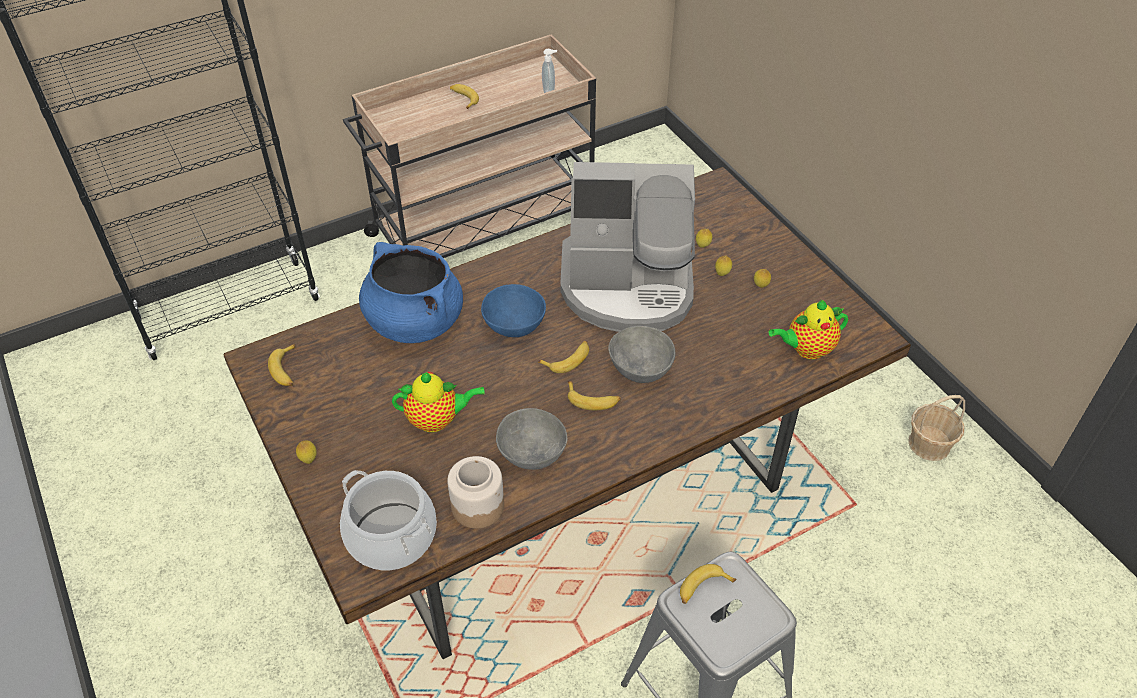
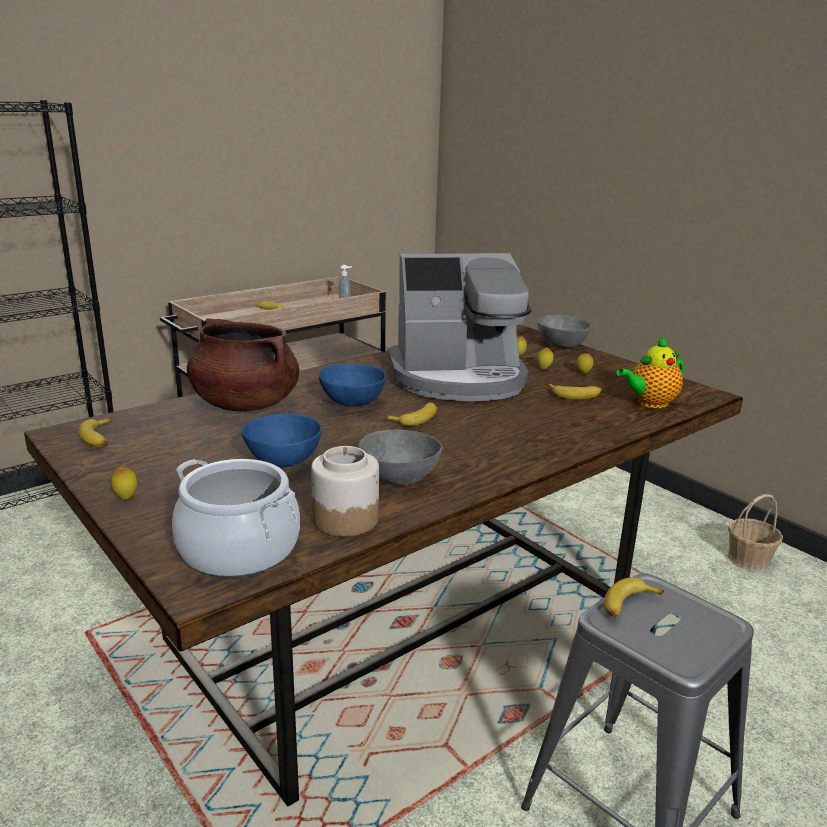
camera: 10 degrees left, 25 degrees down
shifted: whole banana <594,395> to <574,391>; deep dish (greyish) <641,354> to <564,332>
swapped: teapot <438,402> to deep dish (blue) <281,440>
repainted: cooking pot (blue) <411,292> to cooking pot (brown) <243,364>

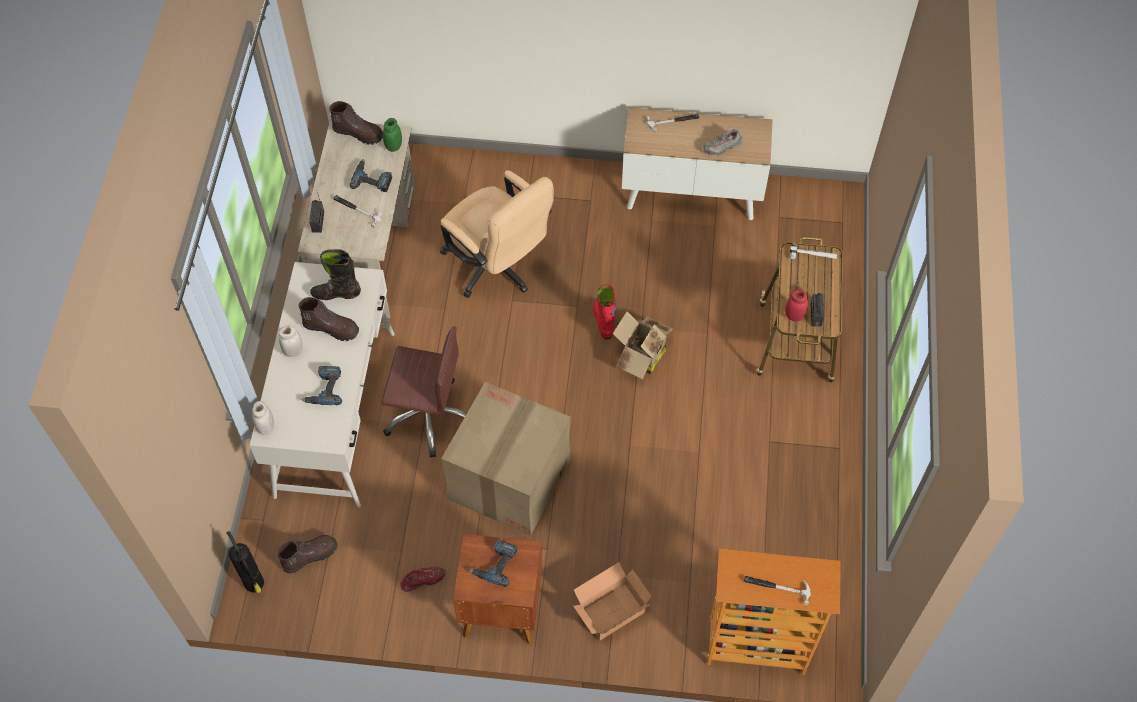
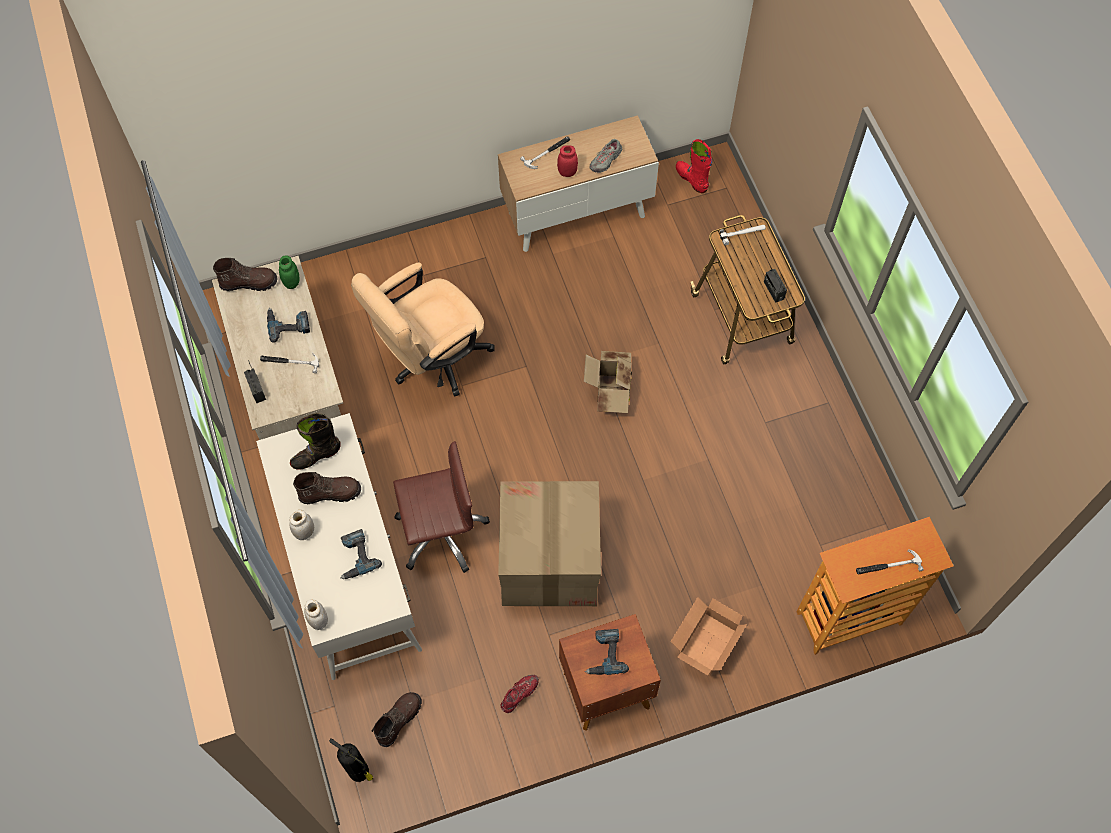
camera: 25 degrees left, 5 degrees up
shifted: tall boot (red-coloured) <604,312> to <694,166>; storage jar (red-coloured) <796,306> to <567,161>
rotated: desk chair (beige-coloured) <497,234> = <423,329> 120 degrees clockwise

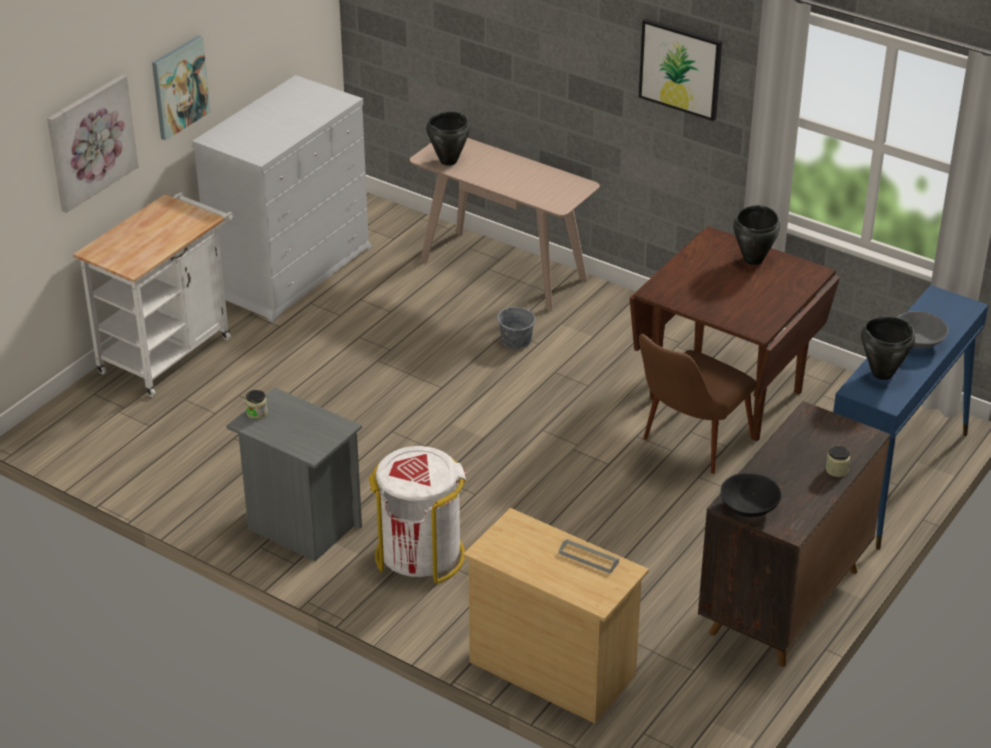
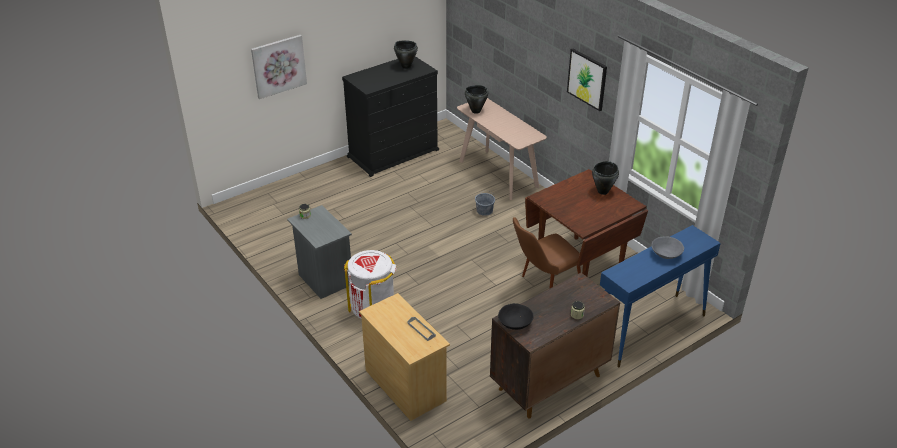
camera: 20 degrees right, 0 degrees up
gone: trolley (white-coloured) <153,294>; wall art <181,87>
shifted: cooking pot (blackish) <888,348> to <406,54>
repainted: drawer chest (white-coloured) <281,199> to drawer chest (blackish) <390,116>

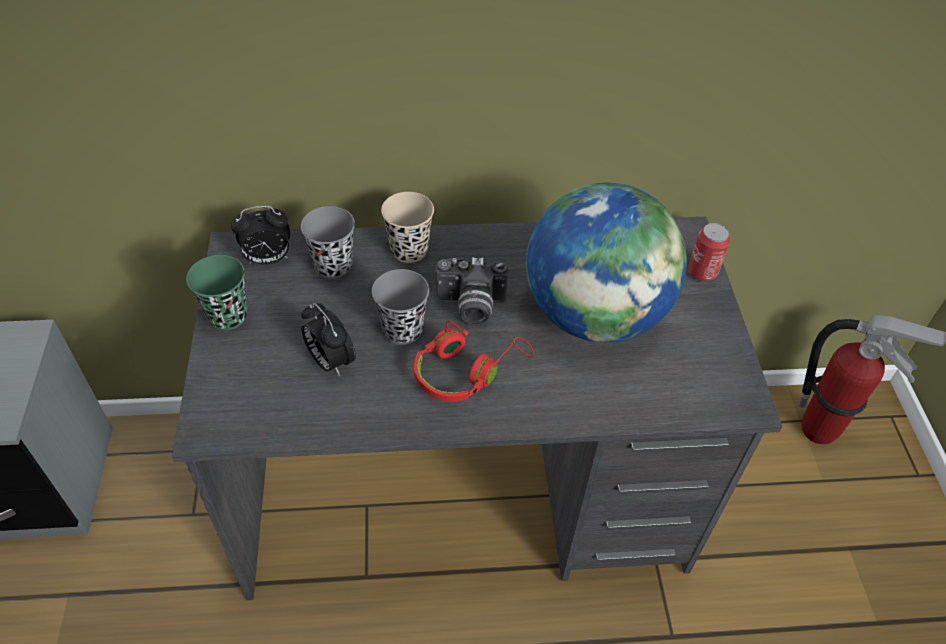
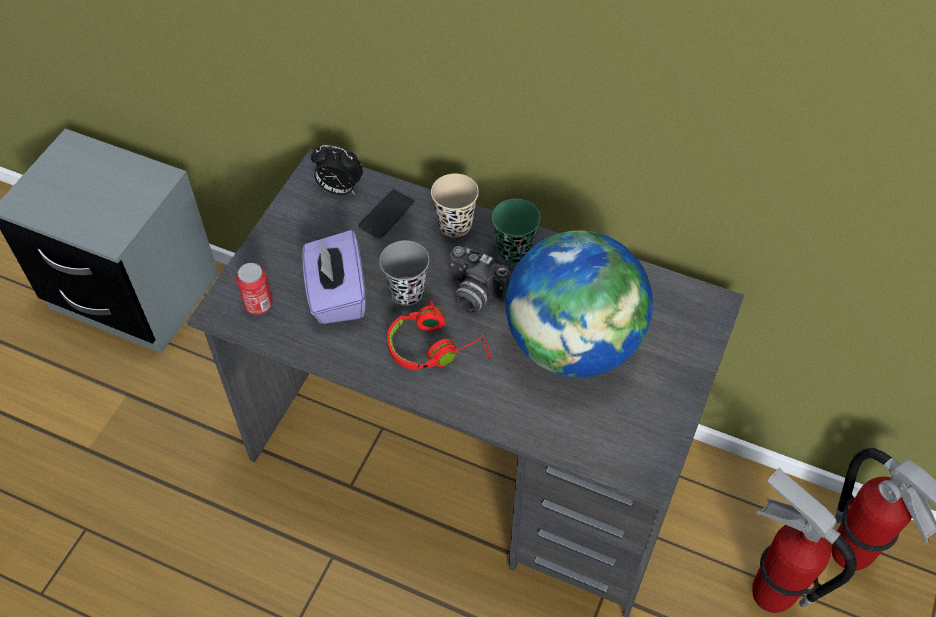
camera: 30 degrees right, 5 degrees up
new: fire-fighting cylinder <804,540>
shifted: cup (greenish) <216,292> to <516,231>; metal can <709,252> to <254,289>
swapped: cup (greyish) <328,242> to phone <386,214>; bedside clock <328,339> to tissue box (purple-coloured) <333,277>

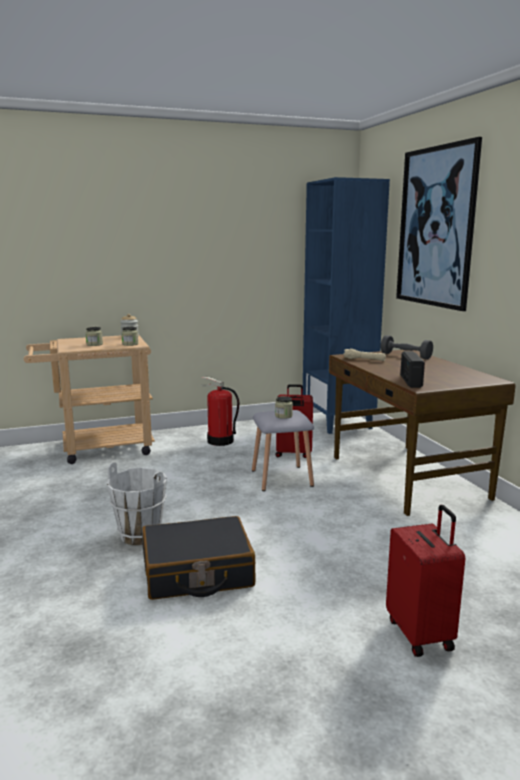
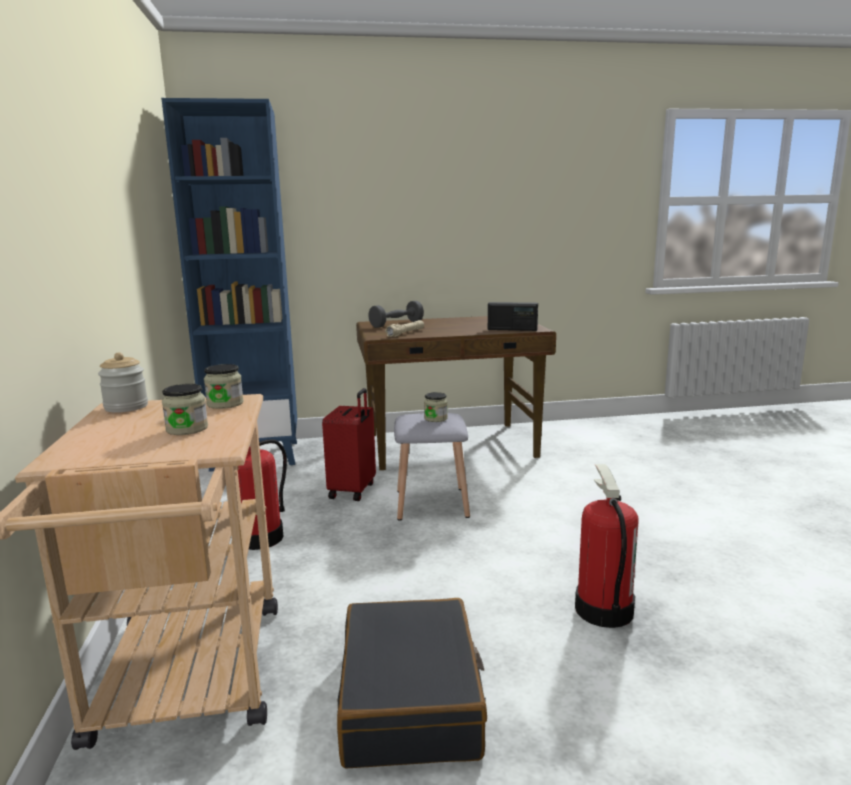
camera: 80 degrees left, 0 degrees up
gone: travel case (red-coloured) <425,581>; wall art <439,224>
shifted: travel case (blackish) <199,558> to <412,683>
swapped: water bucket (white-coloured) <137,503> to fire-fighting cylinder <607,546>

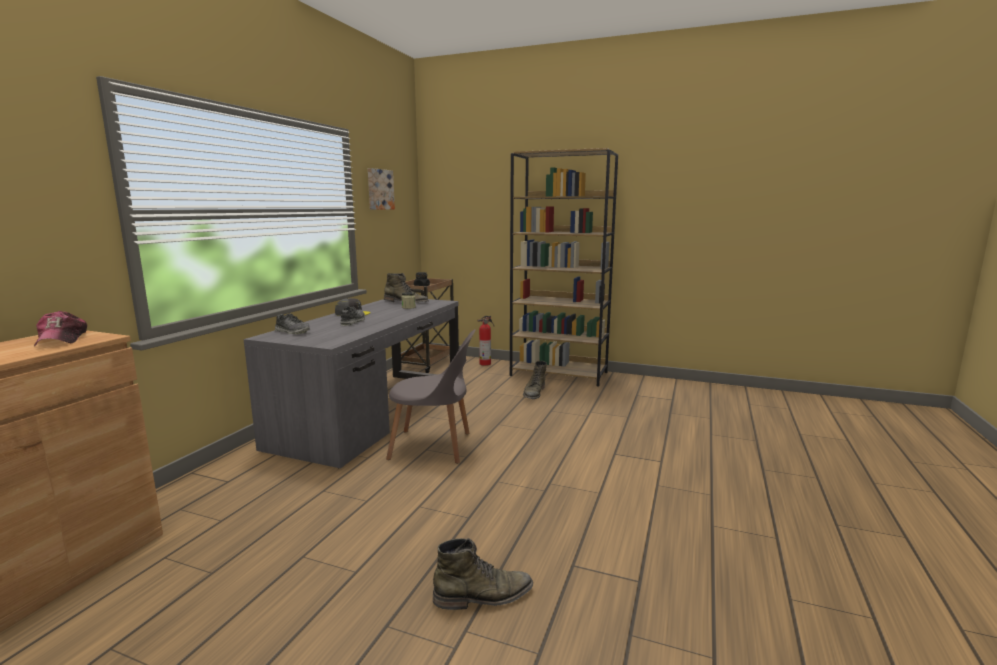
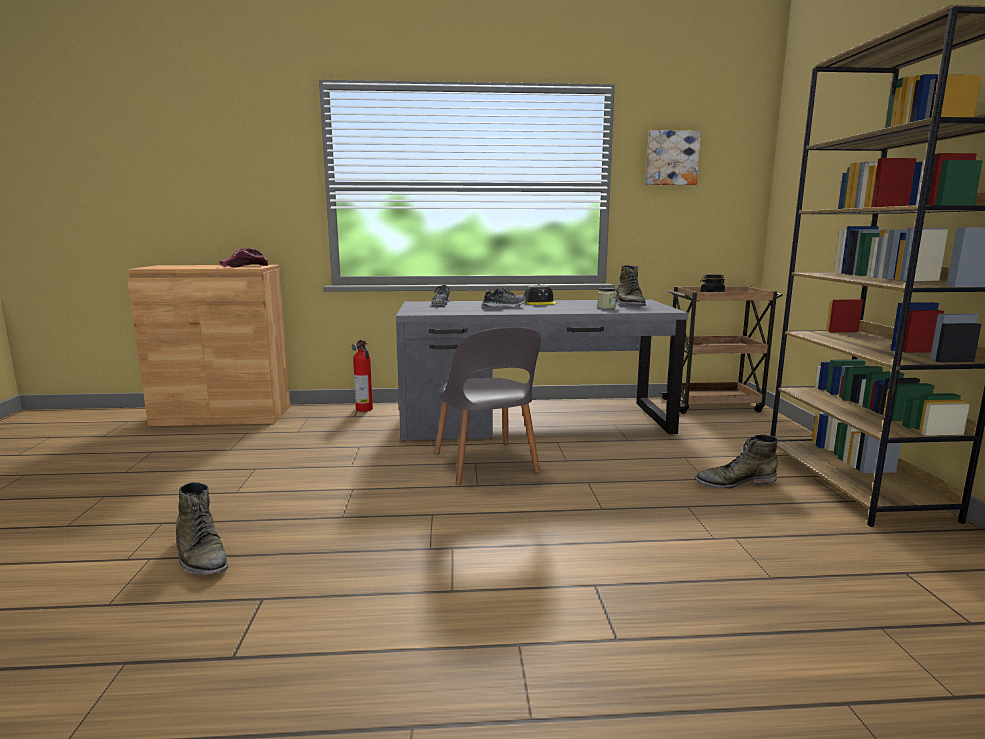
camera: 65 degrees right, 0 degrees up
shifted: fire-fighting cylinder <486,341> to <362,375>

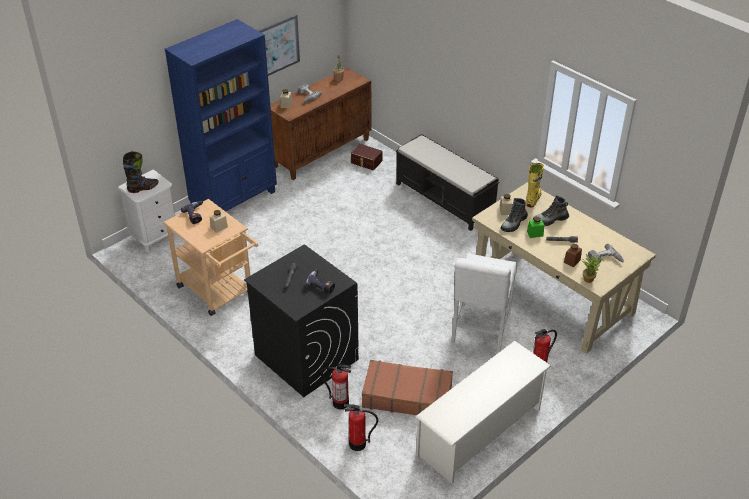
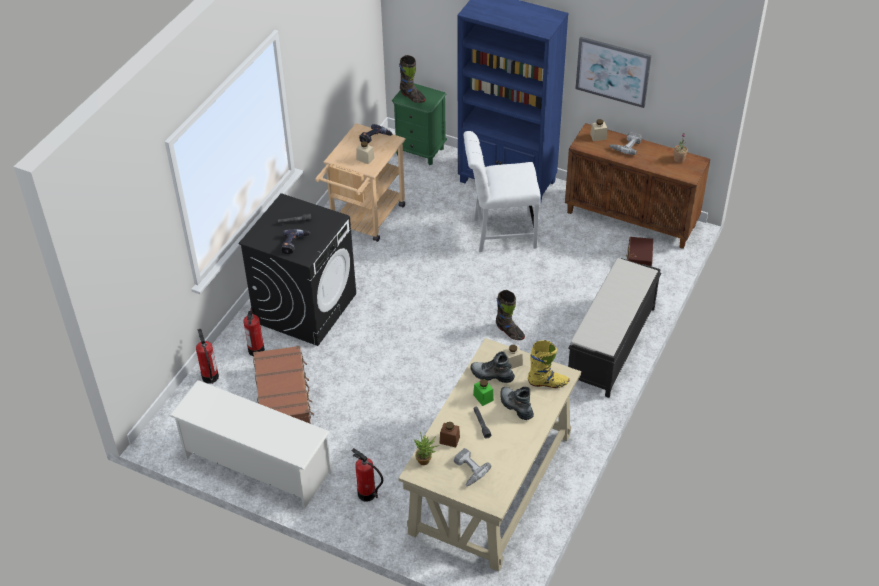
camera: 70 degrees right, 5 degrees up
new: tall boot (blackish) <510,315>
shifted: chair (white-coloured) <484,303> to <502,191>
repainted: nightstand (white-coloured) <148,211> to nightstand (greenish) <419,124>

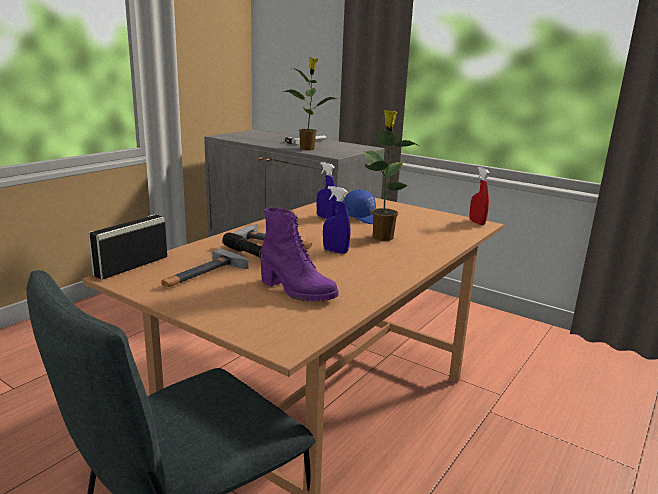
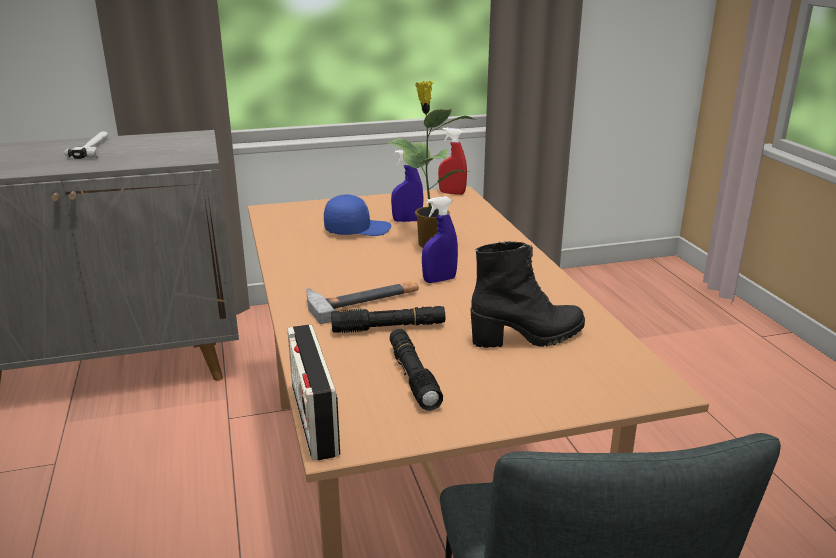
camera: 50 degrees left, 5 degrees up
gone: houseplant <309,103>
shifted: spray bottle (blue) <326,190> to <407,186>
swapped: tool hammer <205,268> to hand torch (blackish) <416,370>
repainted: tall boot (purple-coloured) <300,254> to tall boot (blackish) <528,294>

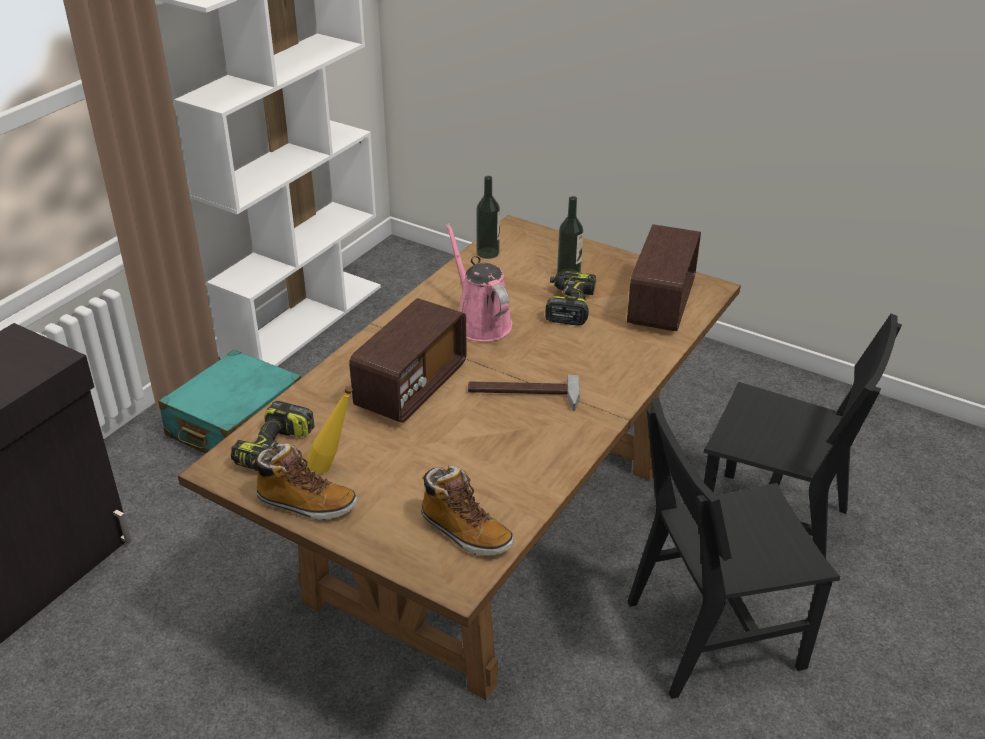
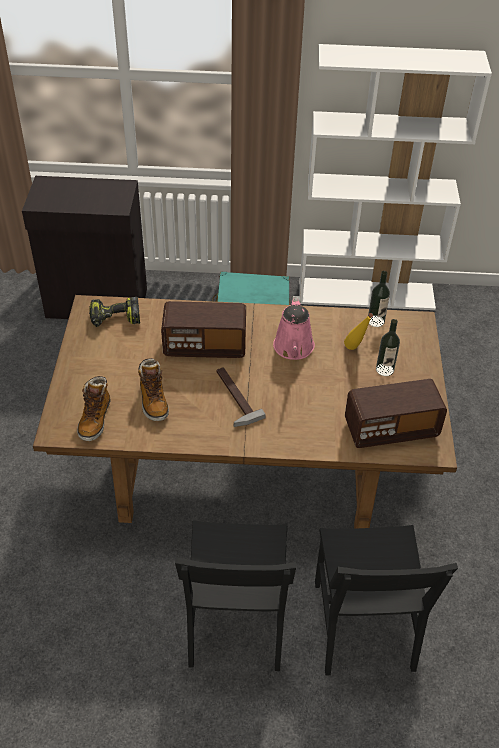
camera: 60 degrees right, 10 degrees up
gone: electric drill <570,298>
shifted: tall boot <305,481> to <153,389>; beverage bottle (yellowish) <329,429> to <358,331>
rotated: sprinkling can (pink) <479,282> = <294,328> 150 degrees clockwise; chair (blackish) <733,548> = <235,595> 135 degrees counterclockwise

